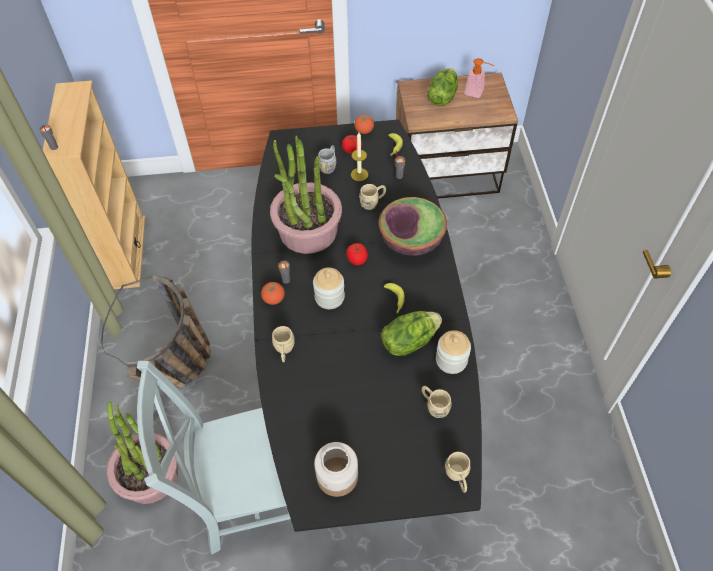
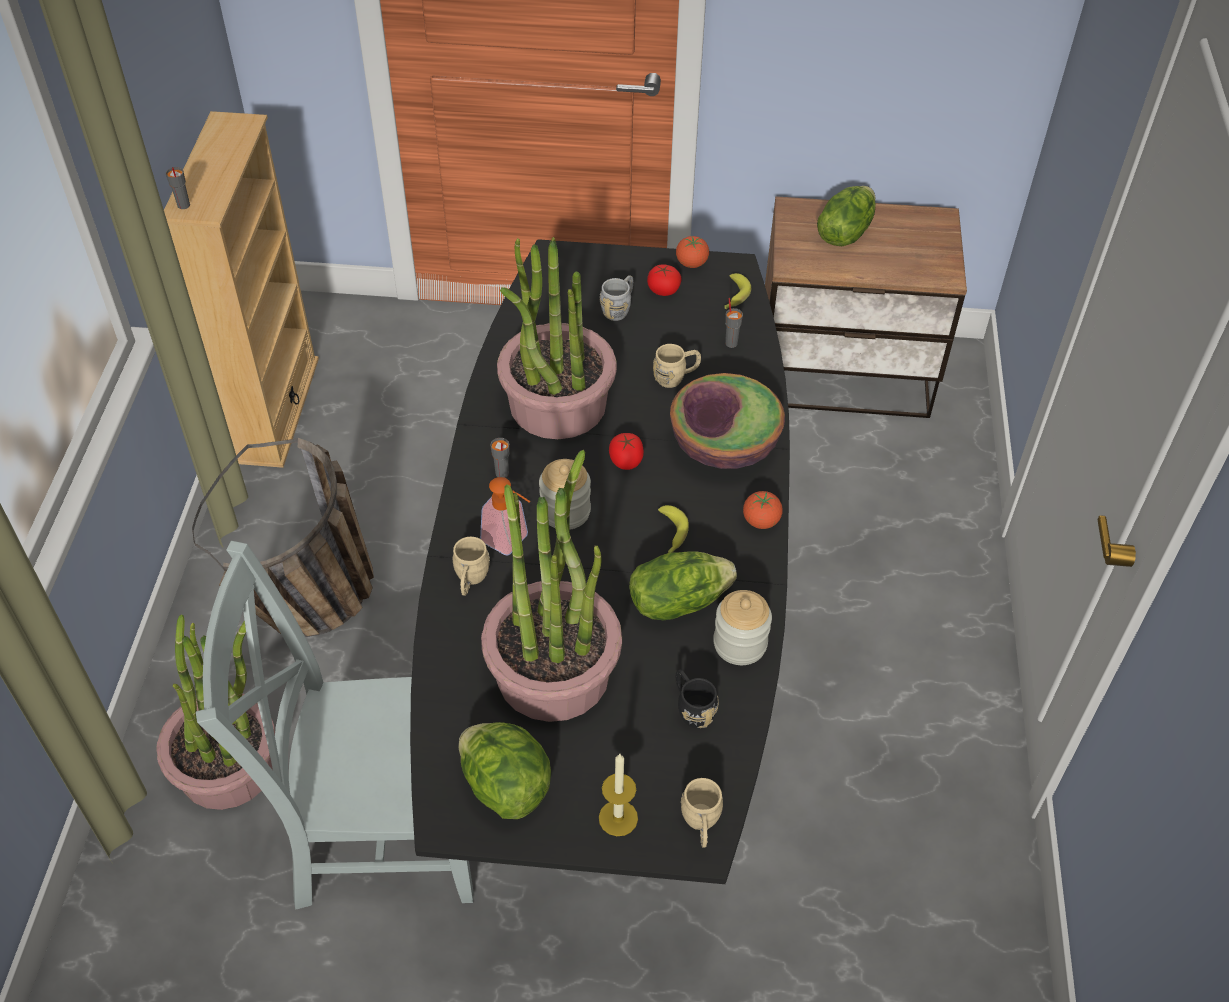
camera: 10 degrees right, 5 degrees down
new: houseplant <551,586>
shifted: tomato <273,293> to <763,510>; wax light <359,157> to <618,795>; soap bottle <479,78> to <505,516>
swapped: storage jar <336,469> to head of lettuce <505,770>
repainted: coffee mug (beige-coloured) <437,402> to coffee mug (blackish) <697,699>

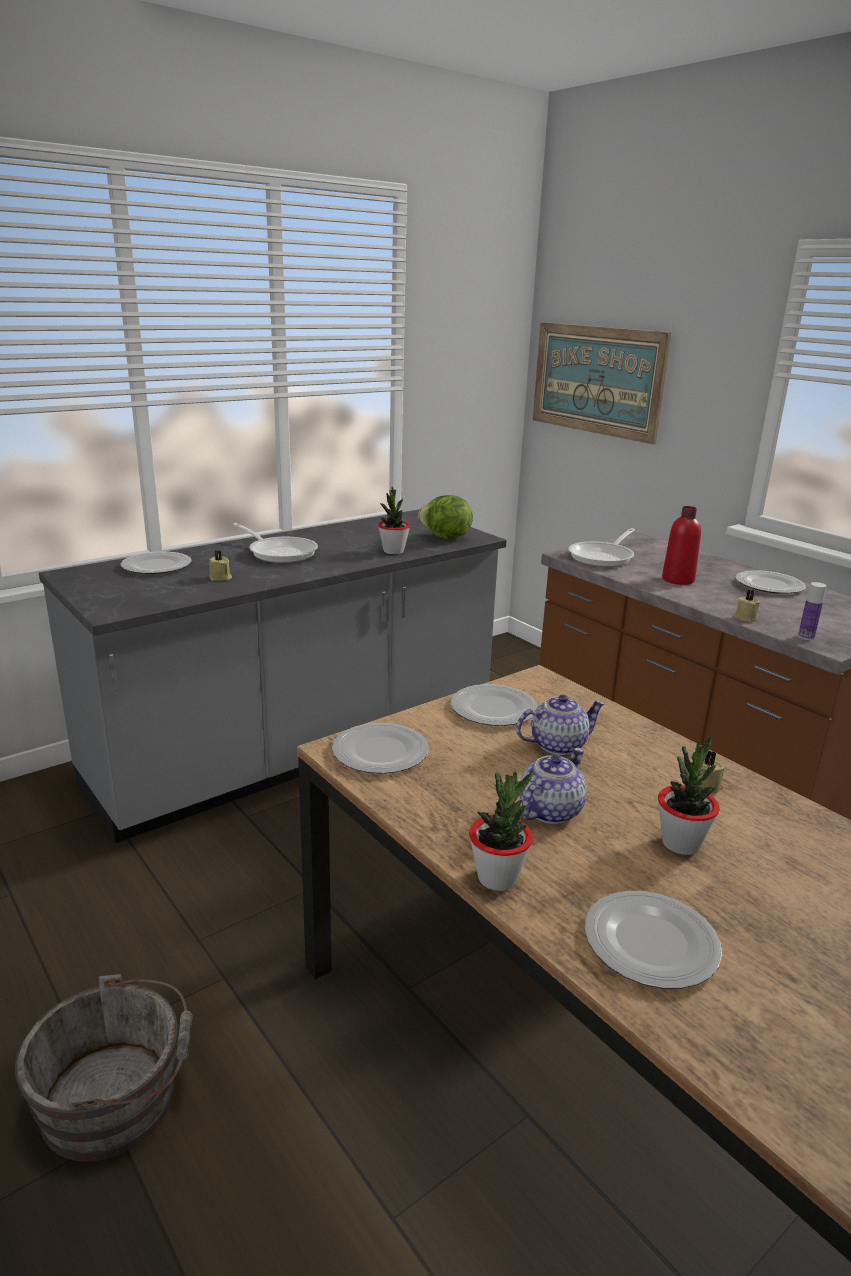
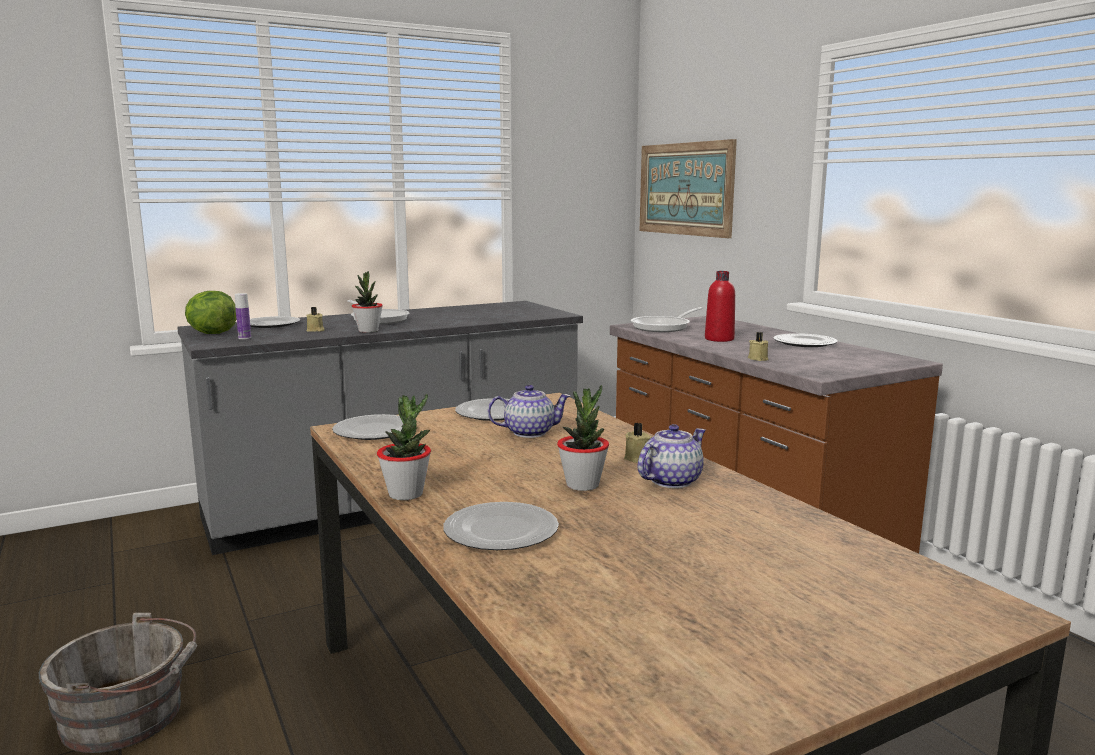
camera: 10 degrees right, 10 degrees down
shifted: houseplant <394,520> to <367,302>; head of lettuce <445,517> to <210,312>; teapot <553,786> to <671,456>; beverage bottle <812,611> to <243,316>

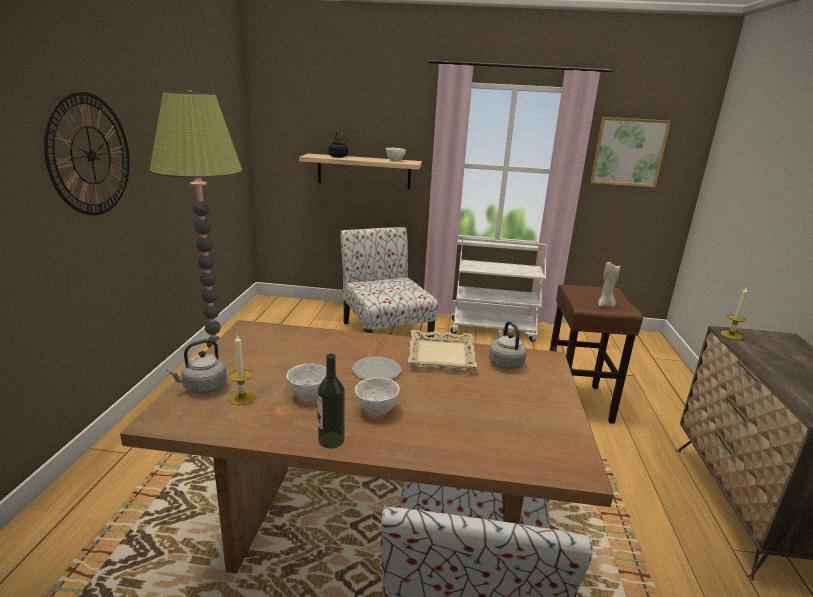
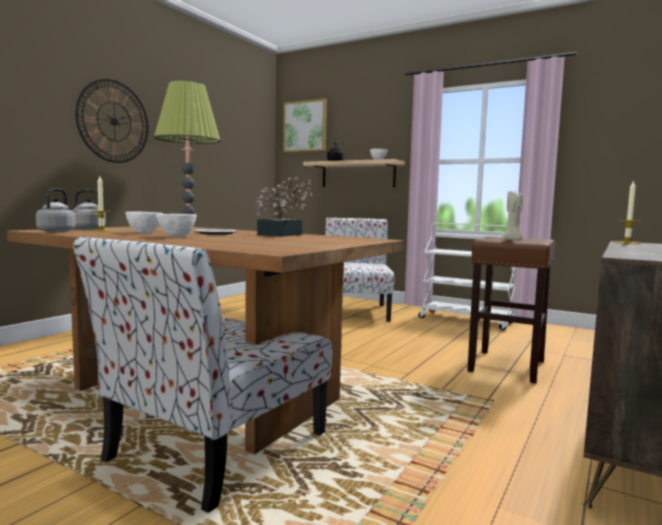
camera: 25 degrees right, 15 degrees down
gone: beverage bottle <331,401>
shifted: water kettle (greyish) <508,345> to <57,210>; wall art <630,152> to <305,125>
swapped: tray (beige-coloured) <442,350> to houseplant <284,207>

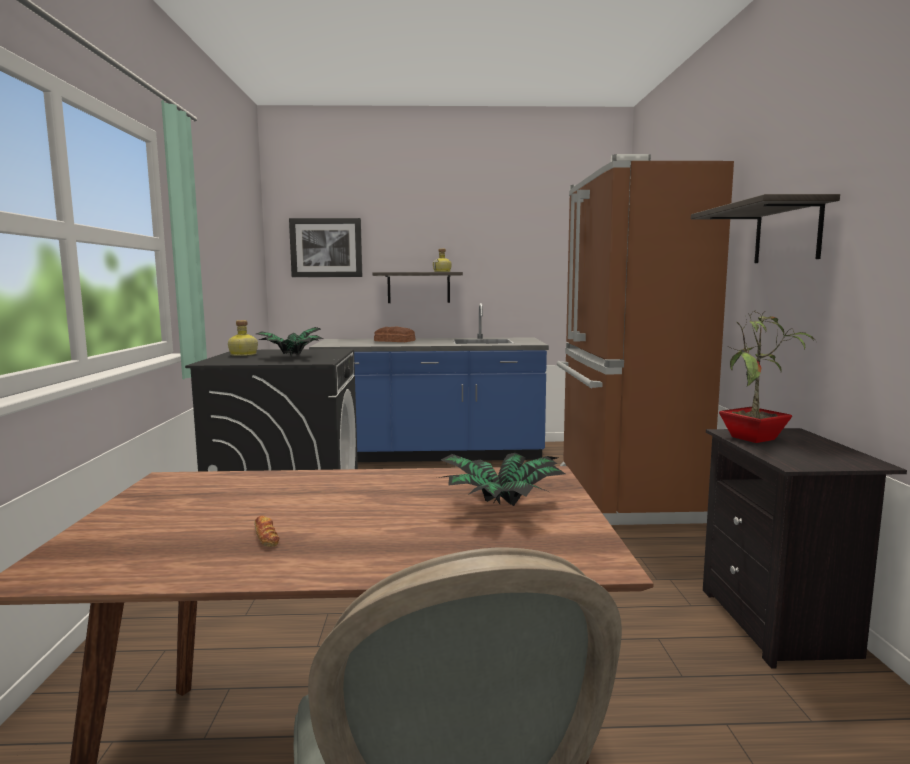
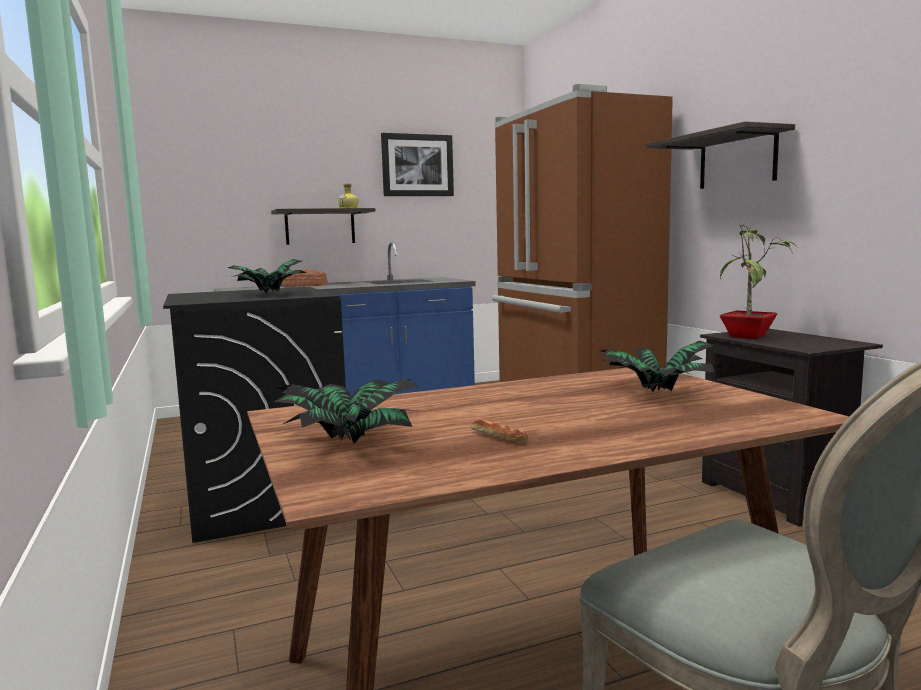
camera: 20 degrees left, 0 degrees up
gone: beverage bottle <243,338>
new: houseplant <346,411>
shifted: wall art <325,247> to <417,164>

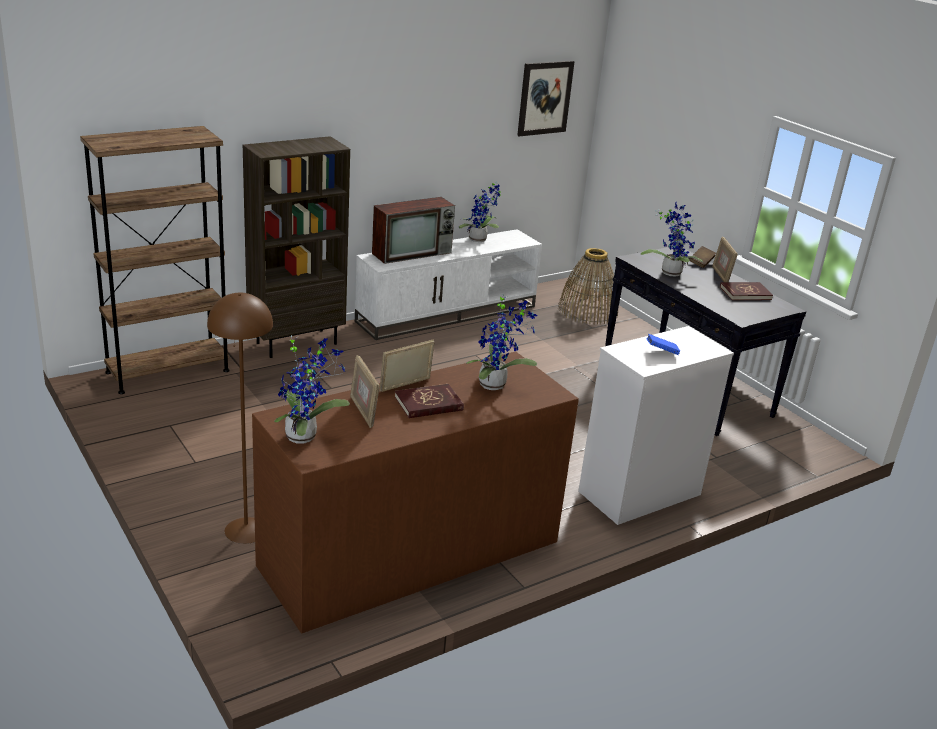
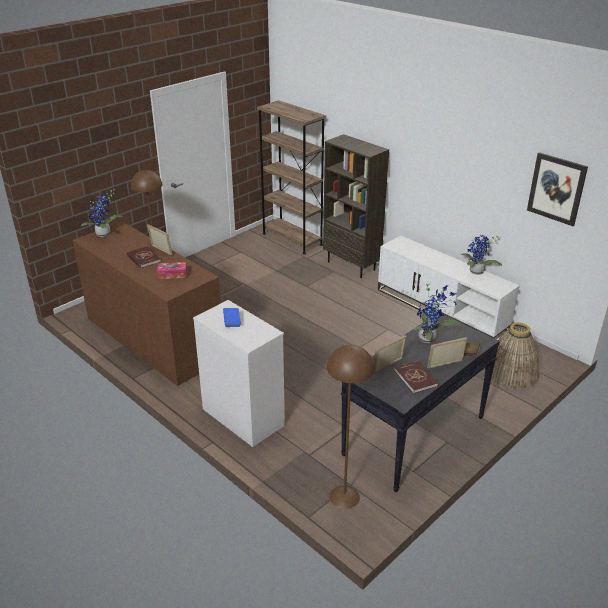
camera: 80 degrees right, 5 degrees up
gone: TV <413,230>
new: standard lamp (brown) <350,427>
shifted: photo frame <365,391> to <389,354>
swapped: houseplant <502,342> to tissue box <172,270>

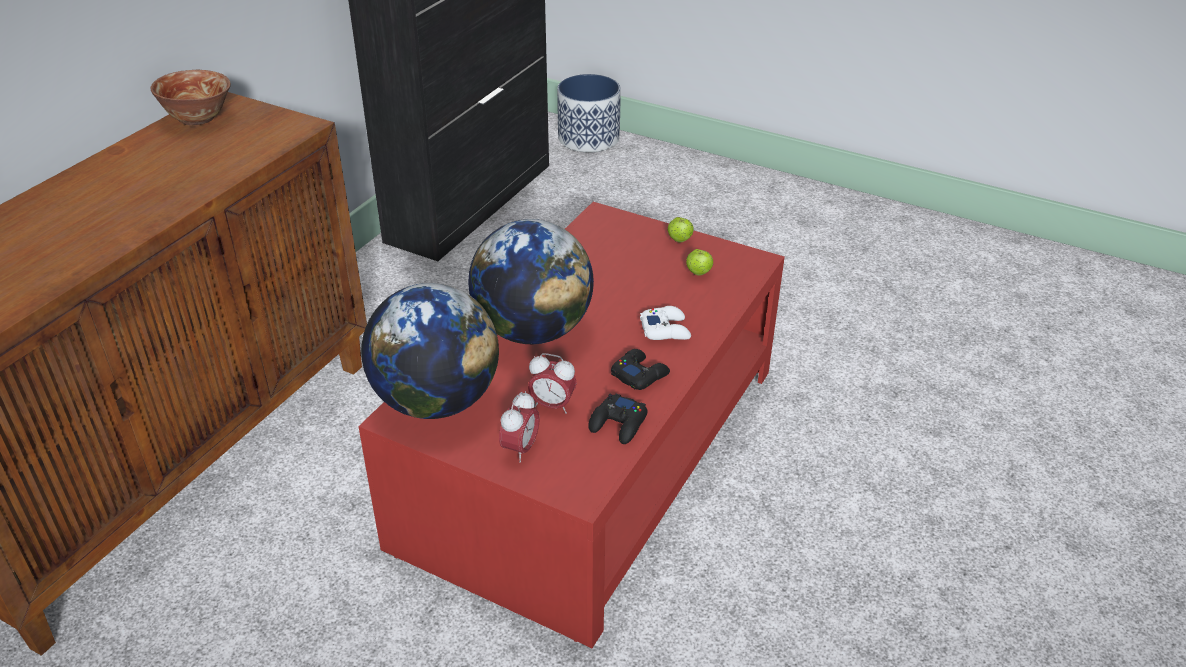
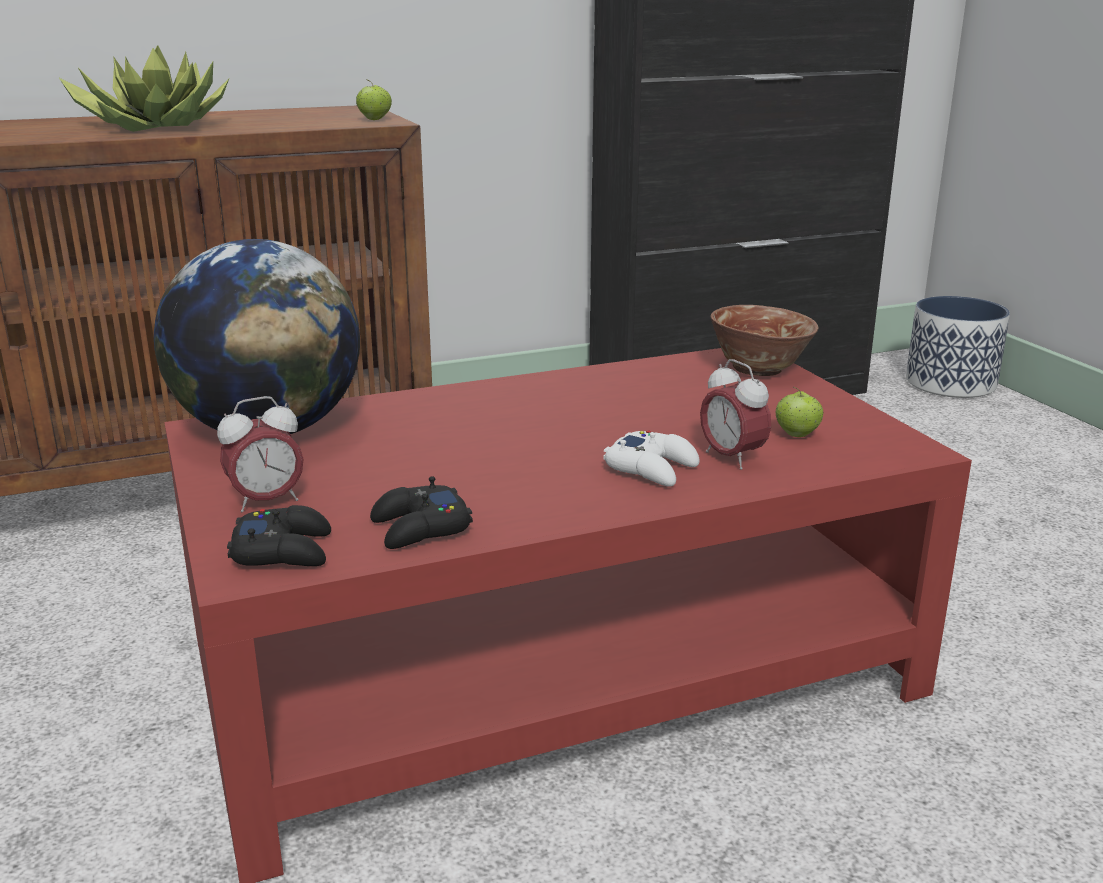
camera: 40 degrees right, 15 degrees down
gone: desk globe <531,281>
new: houseplant <143,88>
shifted: deep dish <191,98> to <764,340>; bedside clock <552,383> to <735,414>; game controller (blackish) <640,369> to <279,535>; apple fruit <681,229> to <374,99>

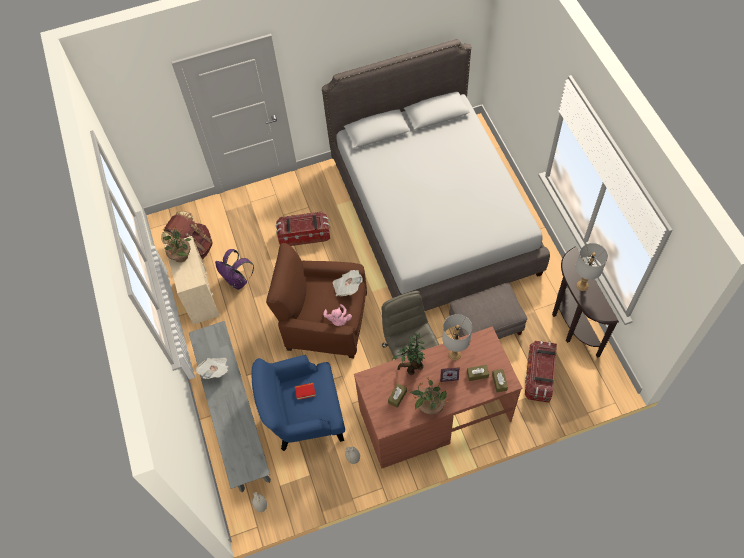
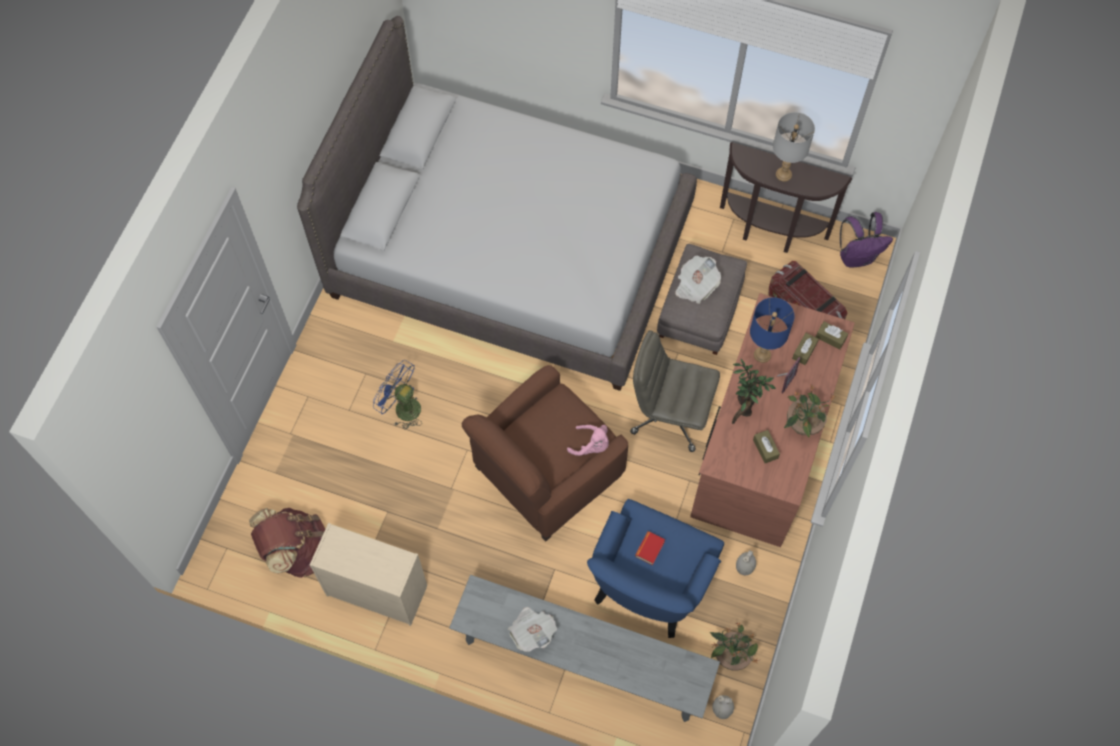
camera: 55 degrees left, 5 degrees up
shifted: houseplant <177,244> to <734,647>; backpack (purple-coloured) <234,269> to <866,239>; printed paper <348,283> to <698,280>
swapped: storage box <303,229> to electric fan (blue) <397,394>
repainted: lamp for a table (greyish) <457,337> to lamp for a table (blue) <772,330>

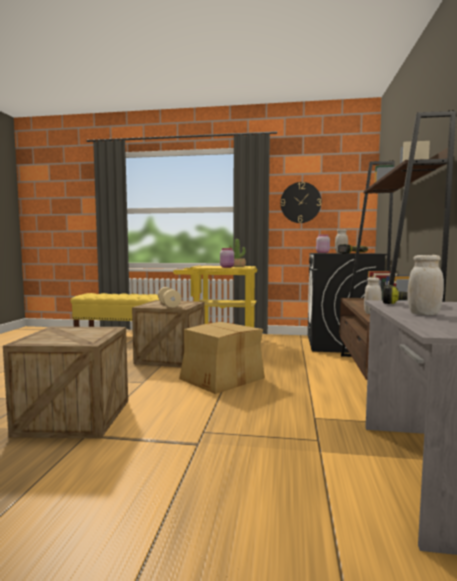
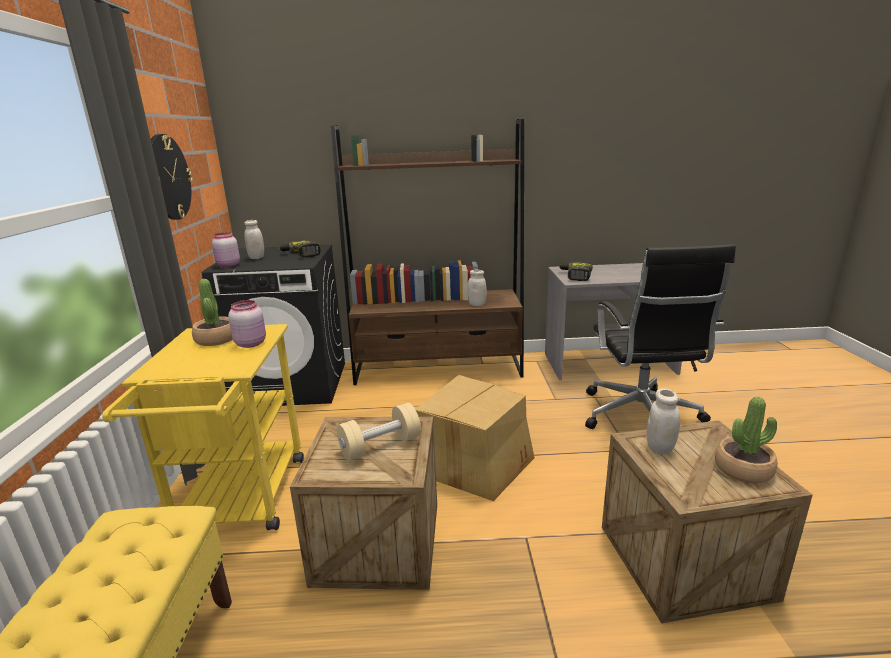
camera: 100 degrees left, 15 degrees up
new: desk chair (blackish) <660,337>; houseplant <746,440>
shifted: storage jar (white-coloured) <425,285> to <663,421>

